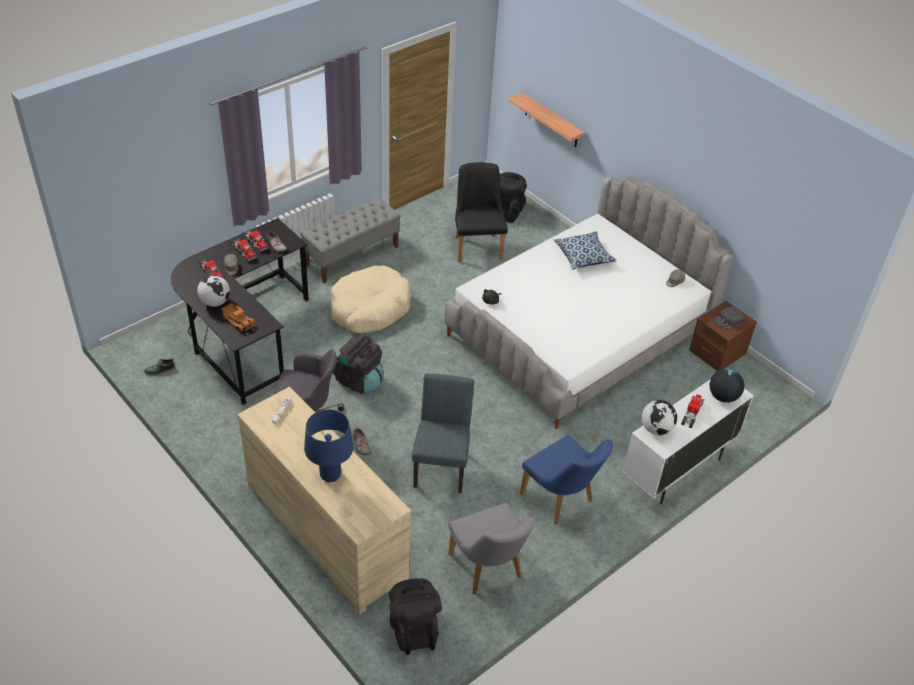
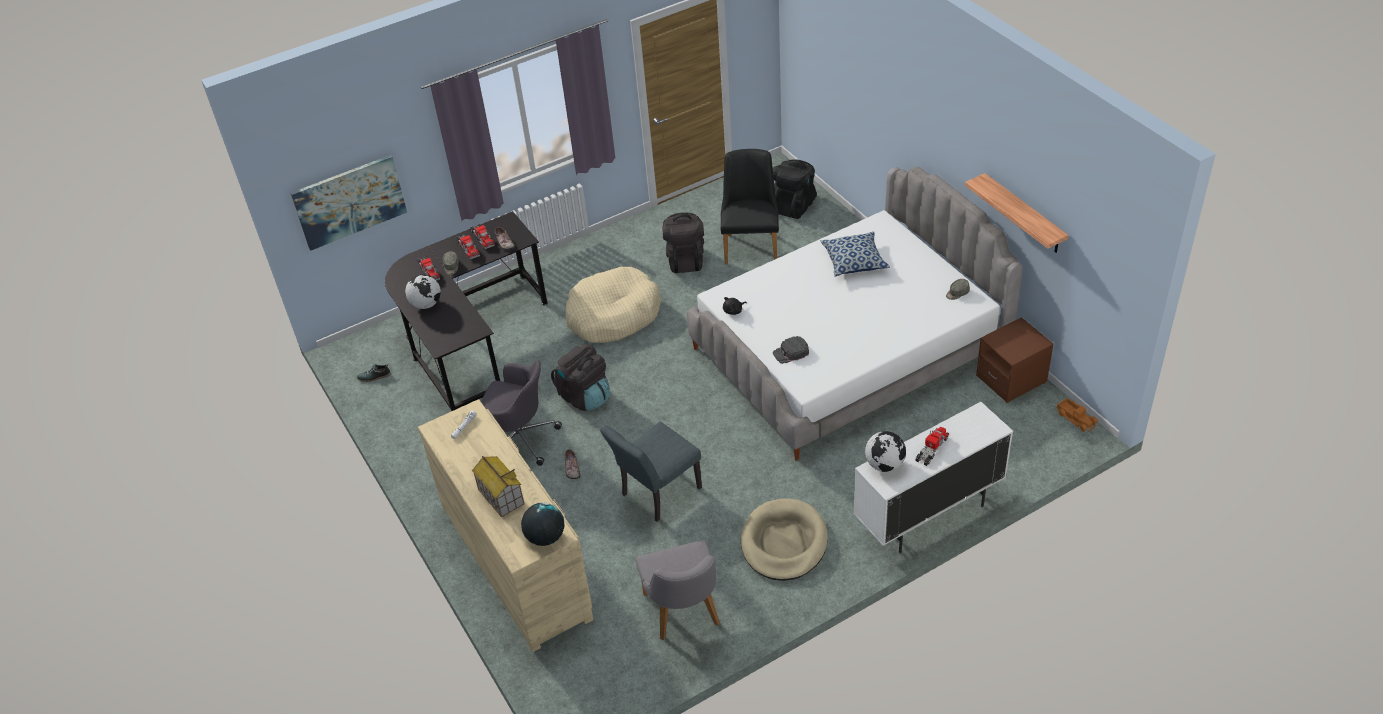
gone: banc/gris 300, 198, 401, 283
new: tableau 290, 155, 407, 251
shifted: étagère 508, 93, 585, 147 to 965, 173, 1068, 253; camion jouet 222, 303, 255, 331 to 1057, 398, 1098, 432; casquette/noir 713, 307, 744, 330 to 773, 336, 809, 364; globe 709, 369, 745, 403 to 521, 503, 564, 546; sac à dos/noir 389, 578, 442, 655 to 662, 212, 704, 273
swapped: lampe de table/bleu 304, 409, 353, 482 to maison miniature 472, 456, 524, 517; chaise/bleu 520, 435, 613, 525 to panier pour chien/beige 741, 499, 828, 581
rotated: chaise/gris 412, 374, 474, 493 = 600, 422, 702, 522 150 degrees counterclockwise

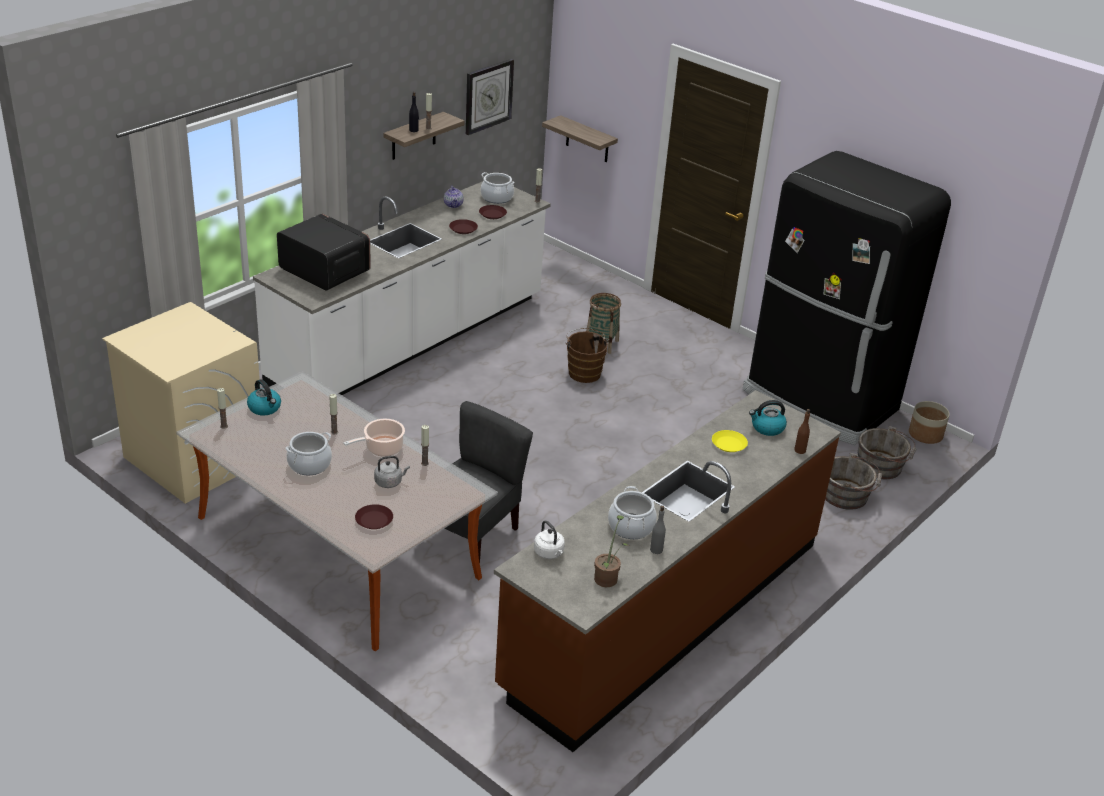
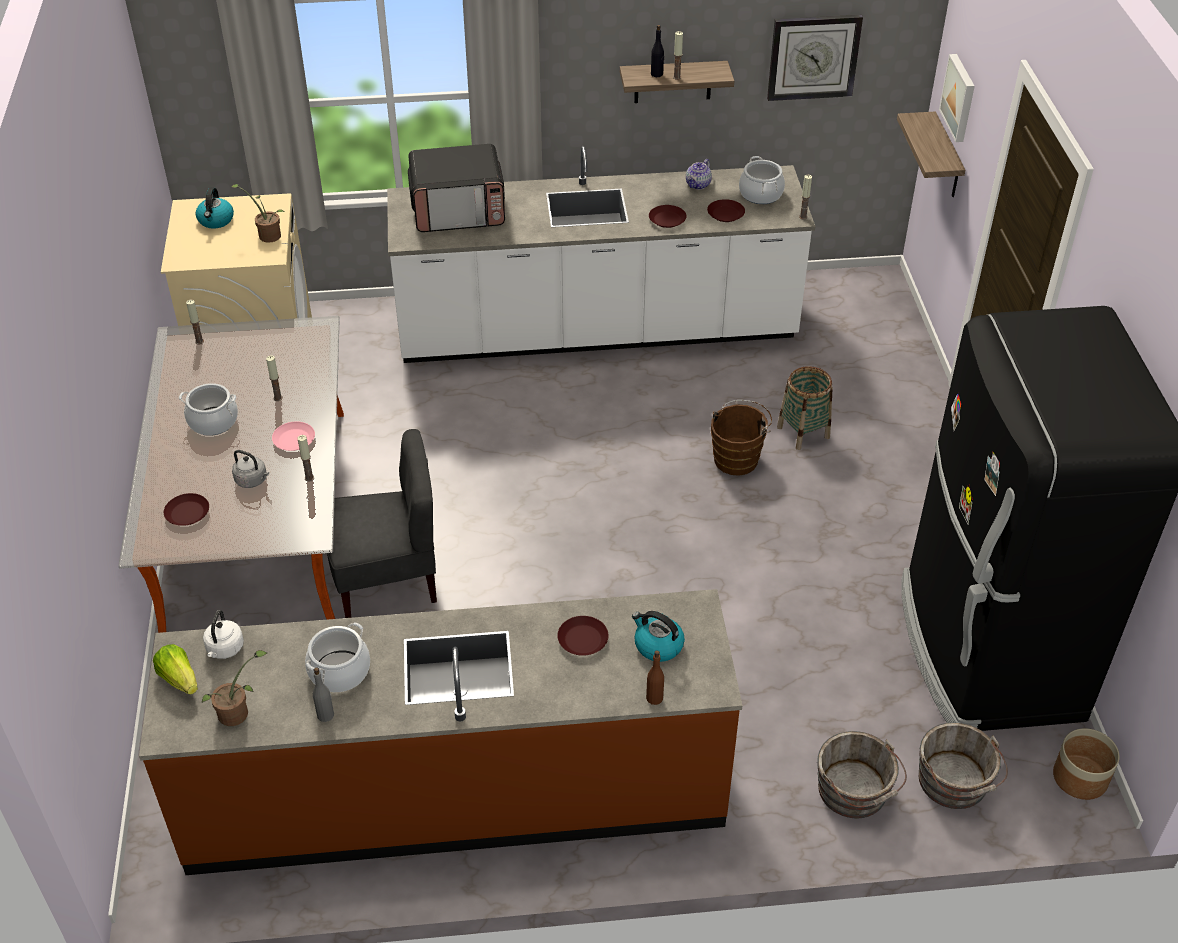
new: tableau 939, 54, 975, 142; plante en pot 232, 184, 284, 243; laitue 153, 644, 198, 695
shifted: bouilloire 247, 379, 281, 416 to 196, 187, 234, 229
swapped: marmite 343, 419, 405, 457 to assiette/rose 272, 421, 315, 451
repainted: assiette/jaune 712, 430, 748, 452 to assiette/marron 557, 616, 608, 656
rotated: micro-ondes 277, 214, 371, 291 = 408, 144, 505, 232 90 degrees clockwise

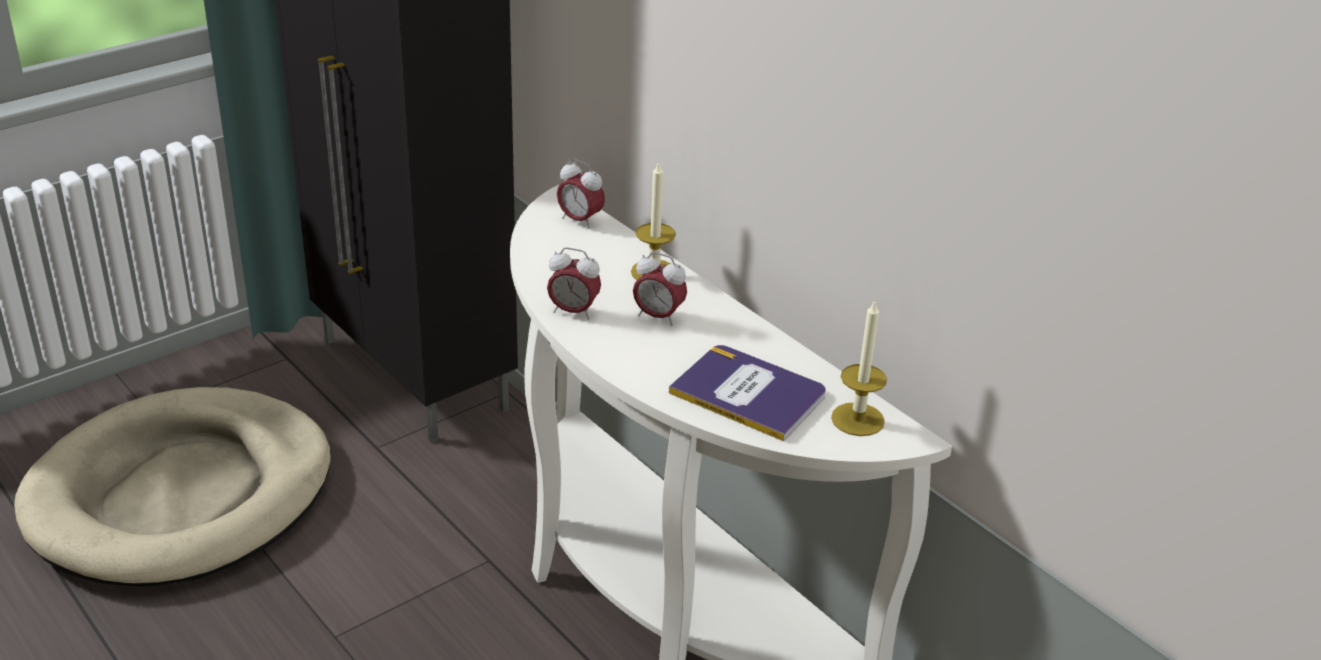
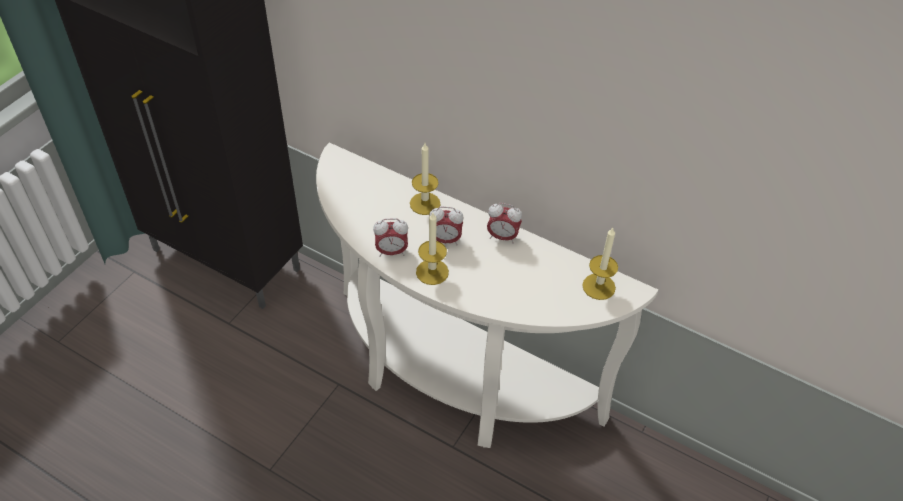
gone: livre 669, 345, 826, 441; panier pour chien/beige 14, 387, 331, 587
new: bougie 416, 213, 449, 285
shifted: réveil 557, 159, 605, 229 to 487, 203, 522, 244

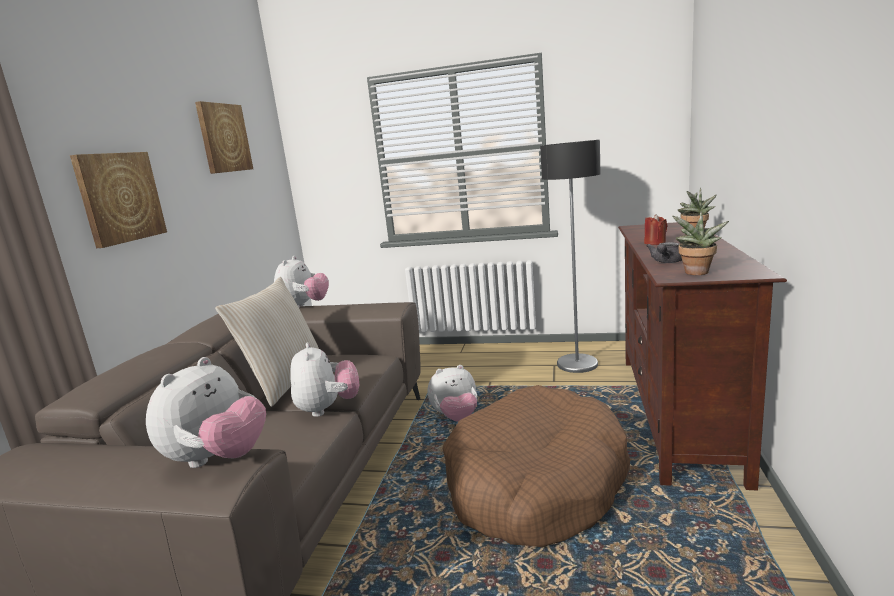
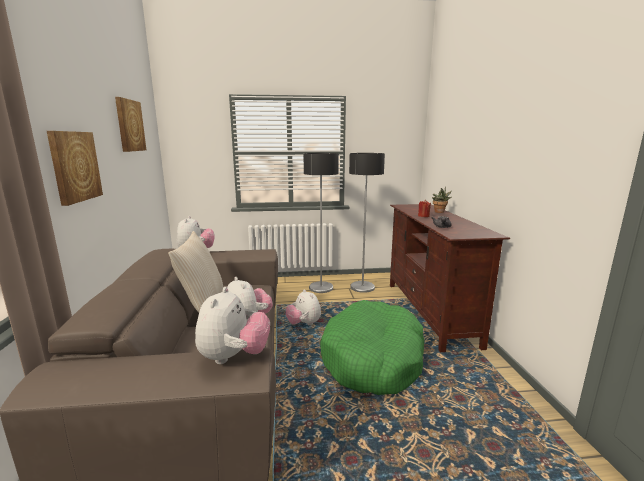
gone: plante en pot 672, 211, 729, 275
new: lampadaire 304, 153, 339, 293
repainted: panier pour chien/marron 443, 385, 630, 547 to panier pour chien/vert 320, 300, 424, 395
rotated: peluche 427, 365, 477, 422 = 285, 289, 321, 325 90 degrees clockwise

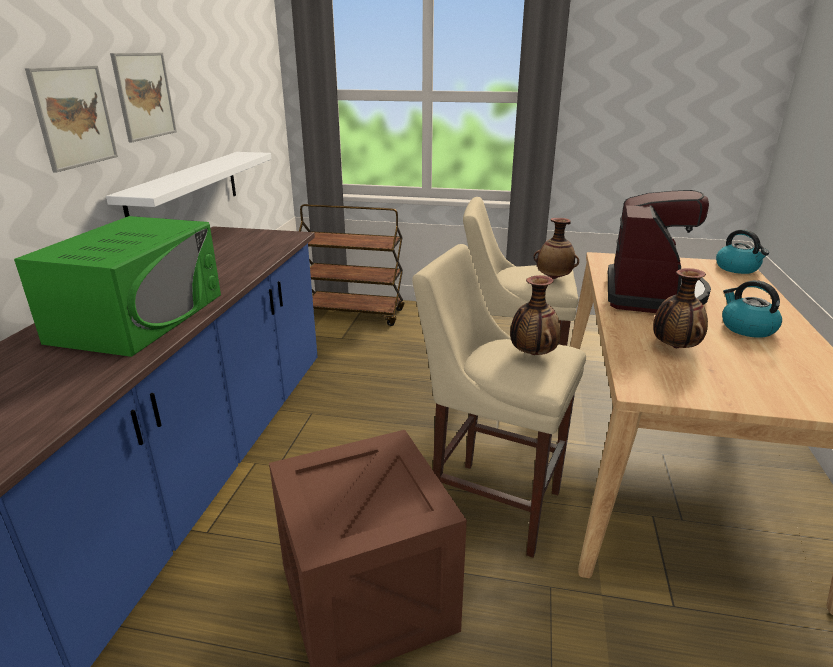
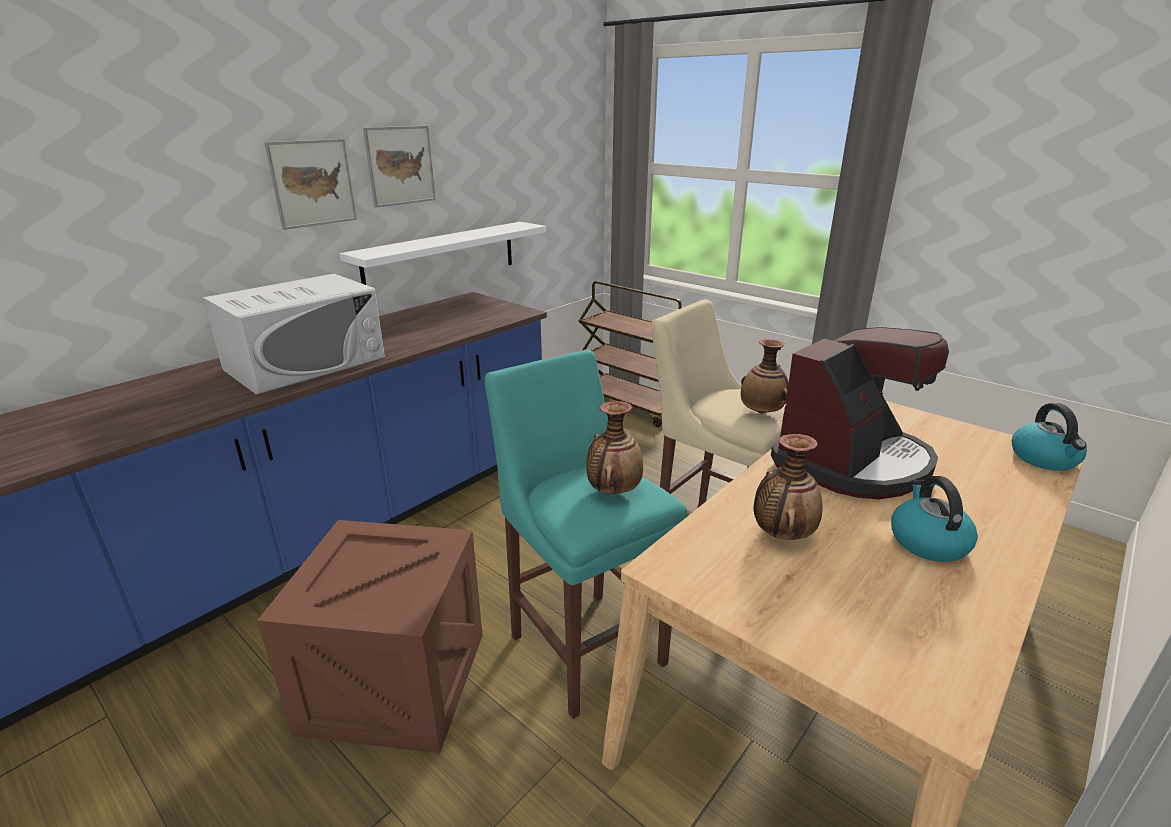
repainted: micro-ondes/vert 14, 216, 221, 357 to micro-ondes/blanc 203, 274, 385, 395; tabouret/beige 412, 244, 586, 558 to tabouret/turquoise 485, 350, 687, 719

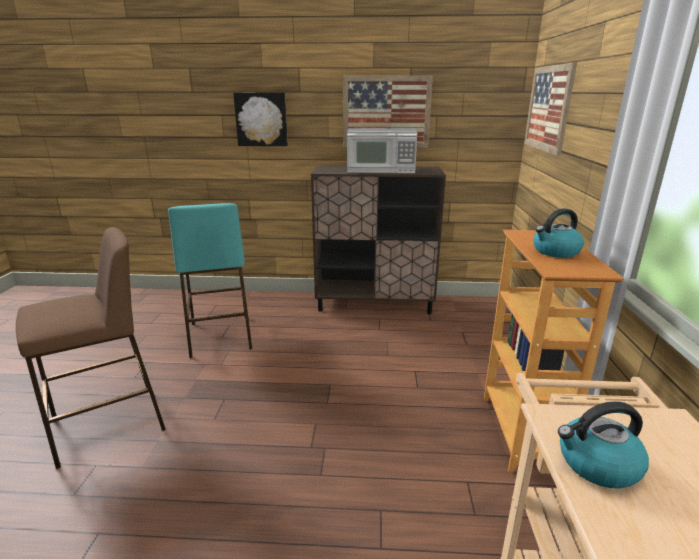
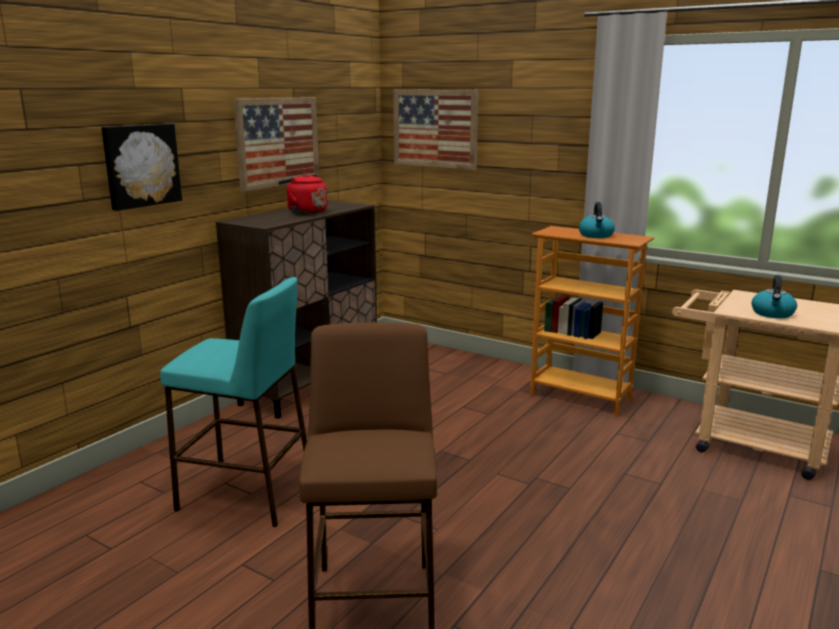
swapped: micro-ondes 347, 128, 417, 173 to bouilloire/rouge 278, 173, 327, 214

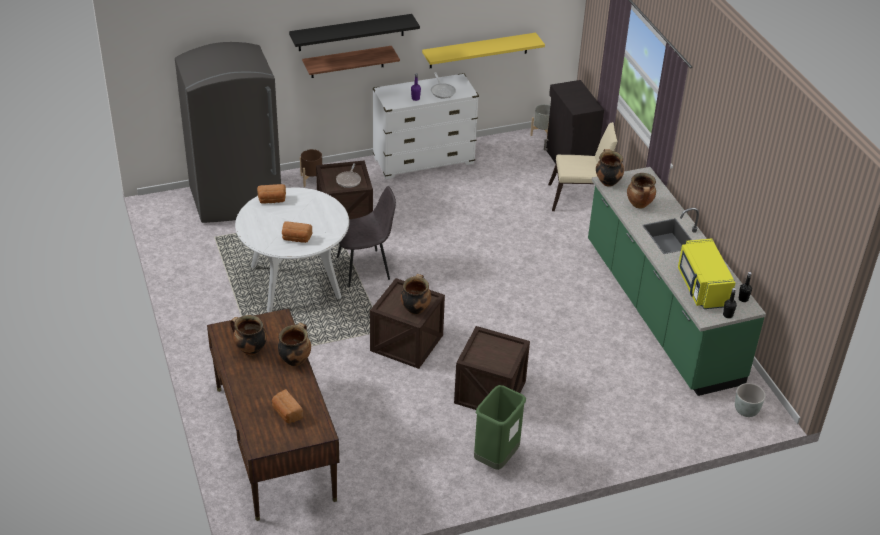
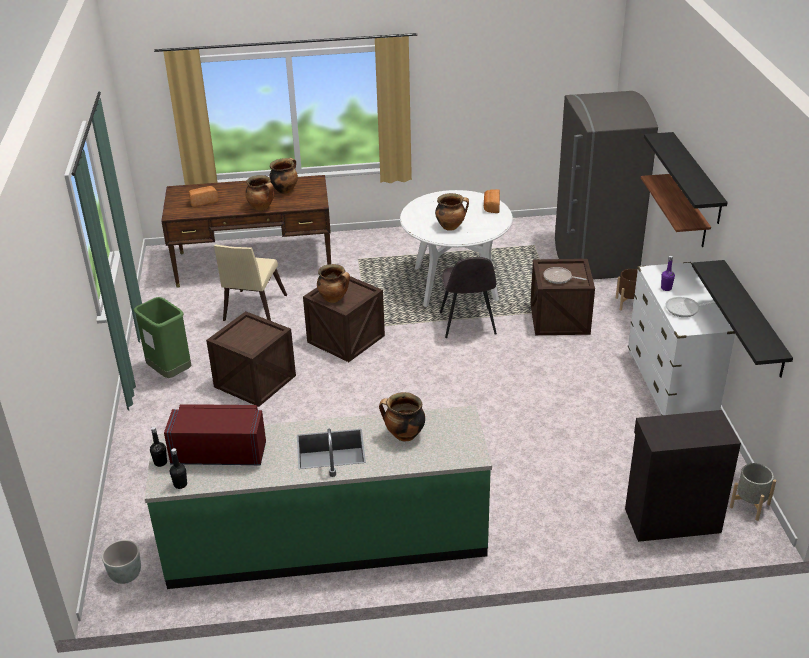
gone: pain 282, 221, 312, 243
shifted: chaise/beige 548, 122, 618, 211 to 214, 245, 287, 321; marmite 596, 149, 624, 187 to 435, 193, 469, 231
repainted: étagère/jaune 422, 33, 545, 68 to étagère/noir 692, 260, 793, 378; micro-ondes/jaune 678, 238, 736, 309 to micro-ondes/rouge 164, 404, 266, 466

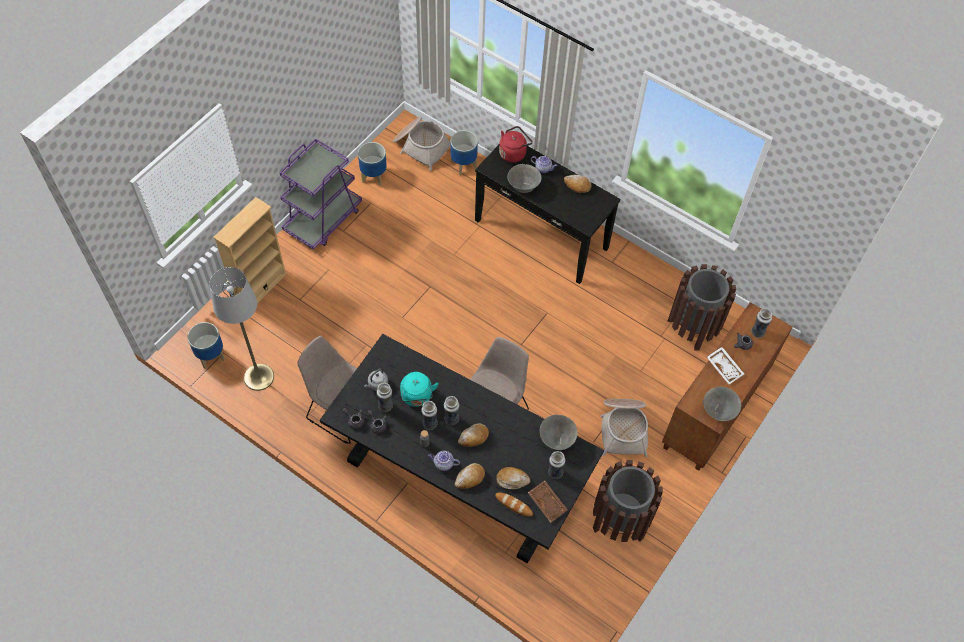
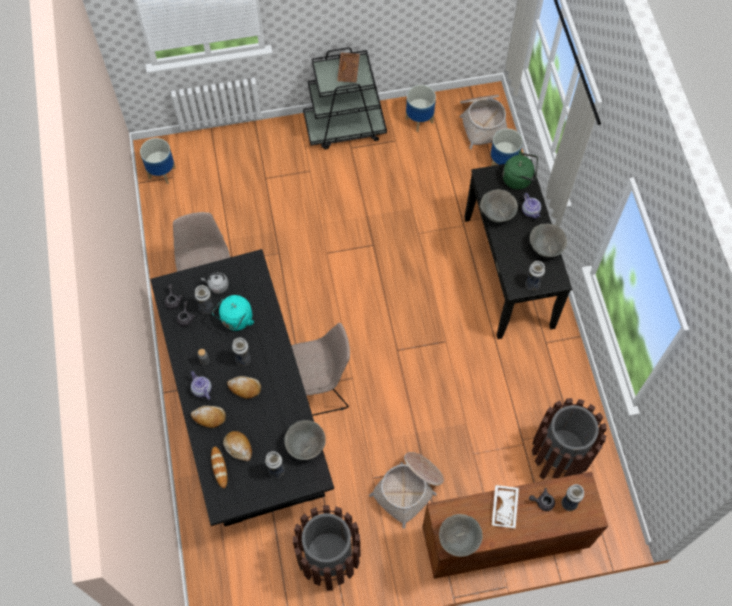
gone: bibliothèque/beige 213, 197, 287, 304; lampadaire/gris 209, 267, 274, 391
shifted: vase 421, 401, 438, 430 to 525, 261, 545, 291; plateau/marron 528, 480, 568, 523 to 337, 53, 360, 82
swapped: pain 564, 175, 592, 193 to bol/gris 530, 224, 567, 257
repainted: bouilloire/rouge 499, 126, 533, 163 to bouilloire/vert 503, 151, 538, 190; chariot/violet 280, 138, 362, 250 to chariot/noir 303, 47, 387, 150

